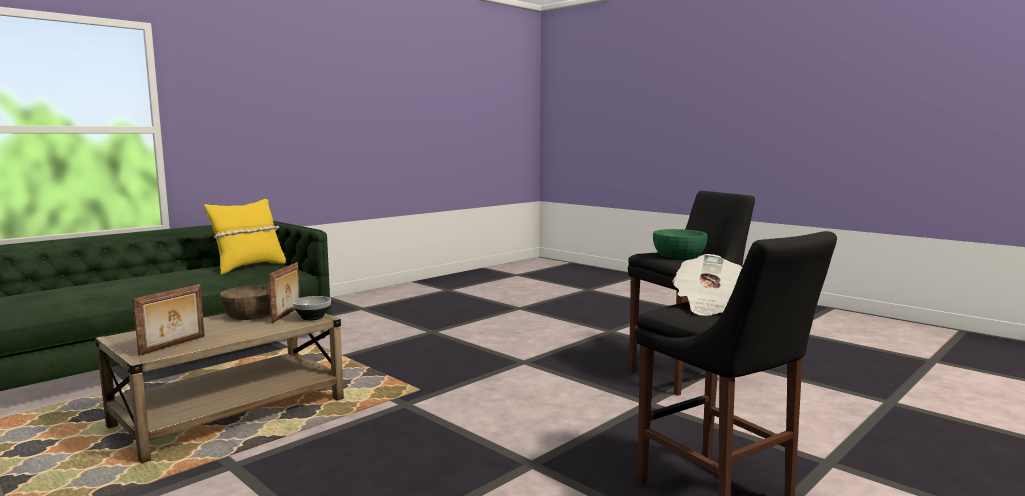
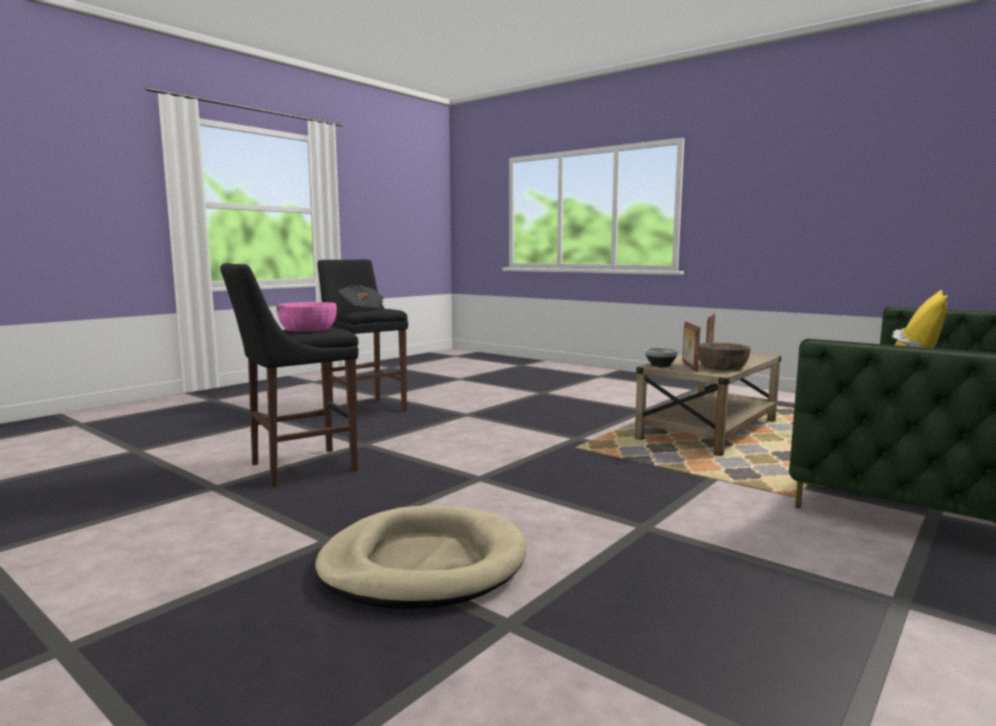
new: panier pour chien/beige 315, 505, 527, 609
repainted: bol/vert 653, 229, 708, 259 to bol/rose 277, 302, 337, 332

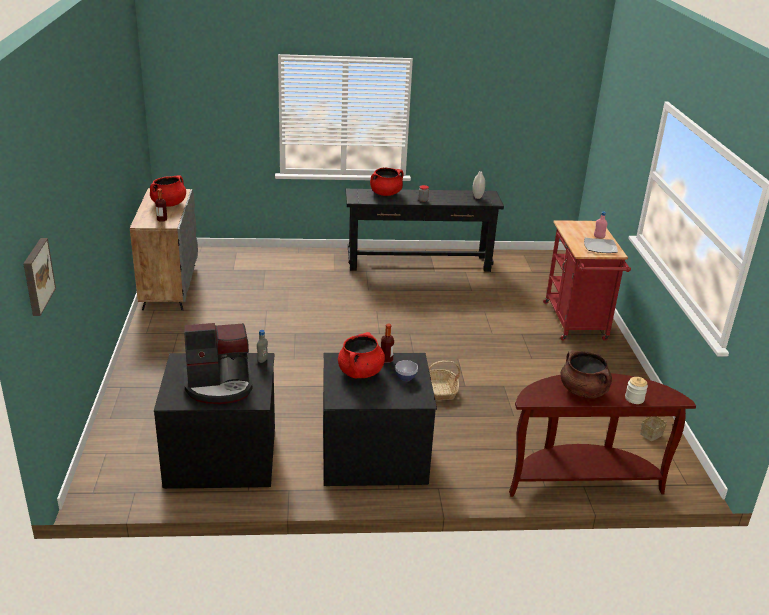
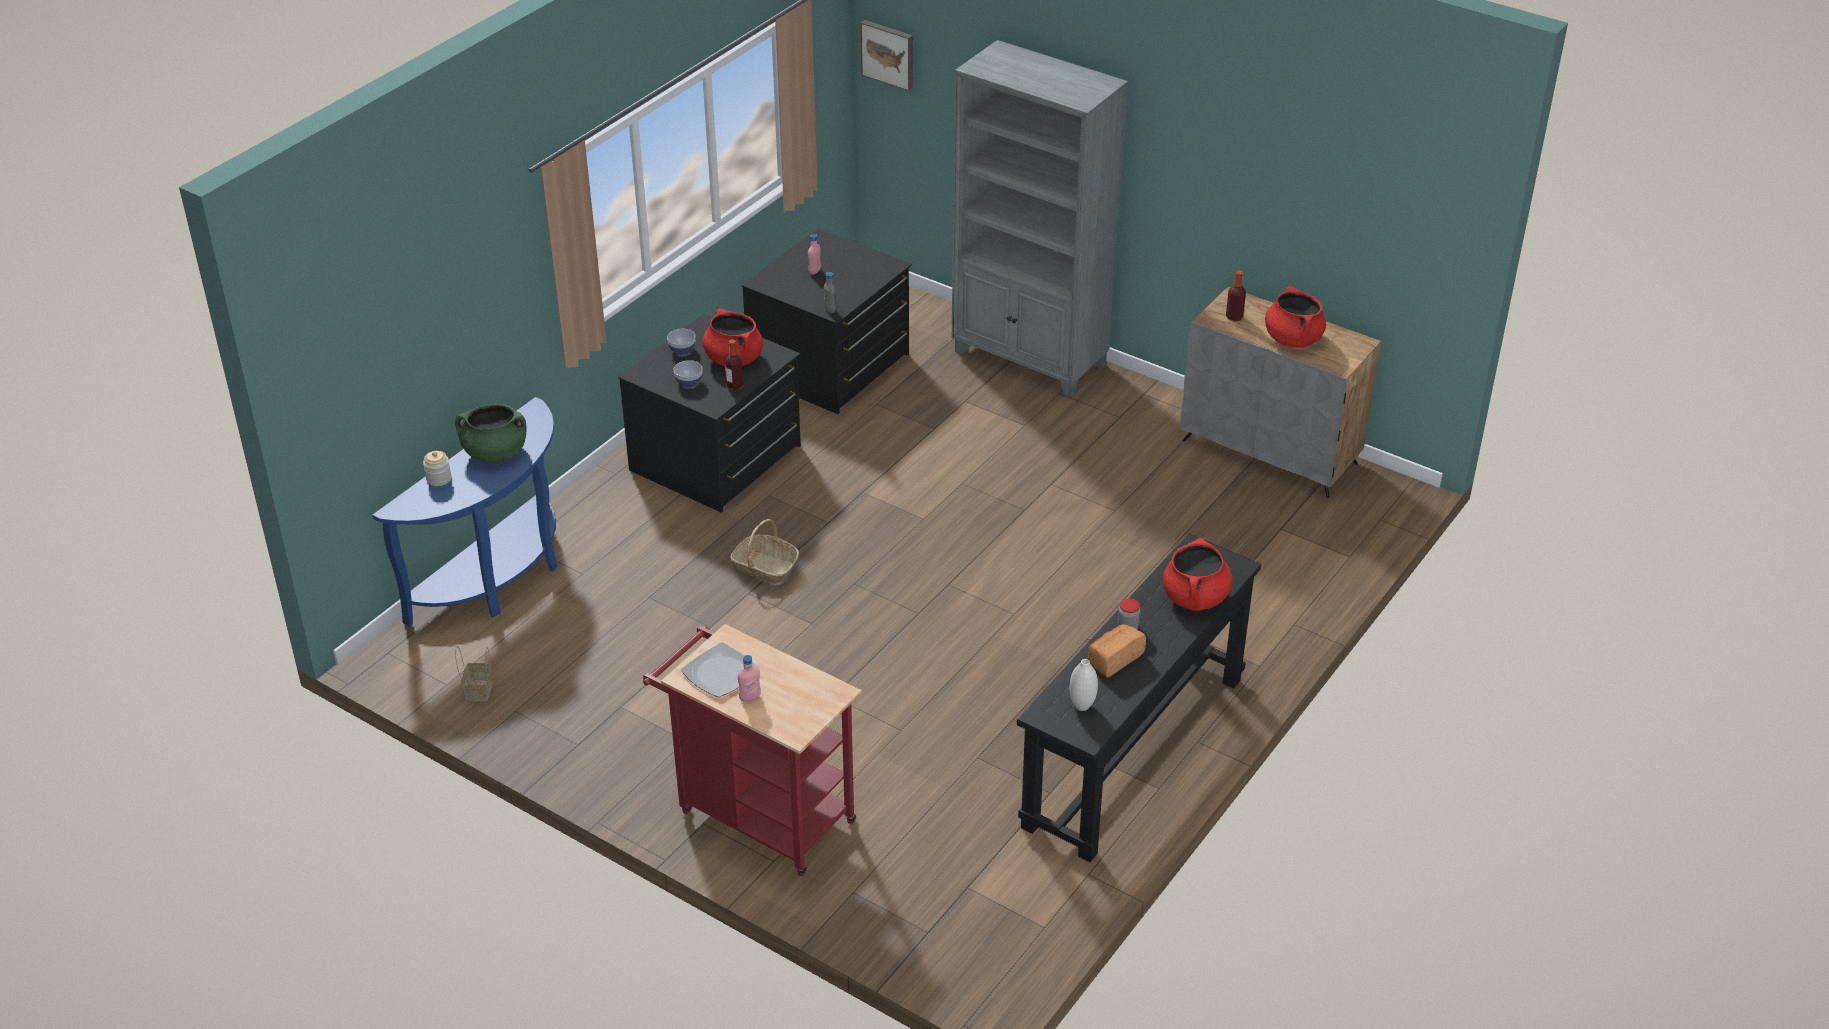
new: bibliothèque/gris 952, 40, 1128, 397; bol 667, 329, 696, 355; pain 1088, 624, 1146, 678
swapped: machine à café 184, 323, 252, 404 to bouteille/rose 808, 234, 821, 275
repainted: marmite/marron 560, 351, 612, 398 to marmite/vert 455, 404, 526, 463; table console/marron 509, 373, 696, 497 to table console/bleu 372, 397, 557, 627

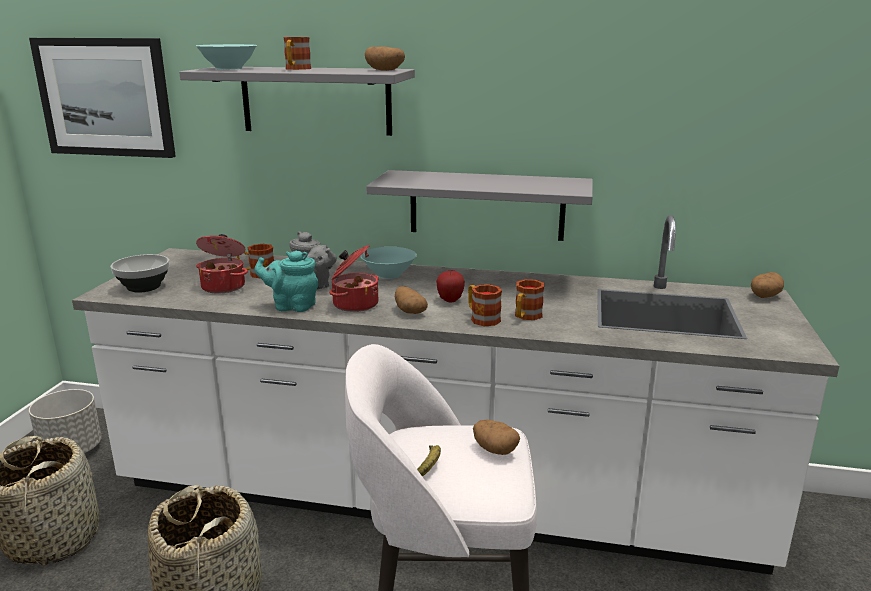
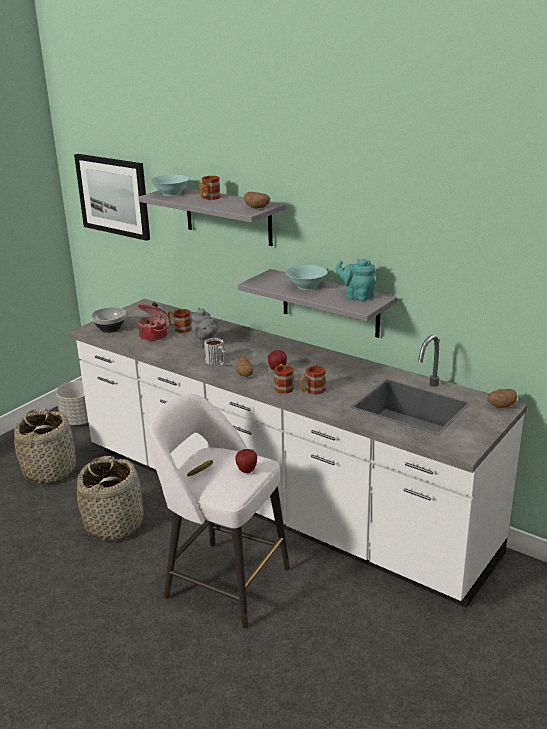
shifted: bol/turquoise 361, 247, 417, 279 to 286, 265, 328, 290; théière/turquoise 255, 251, 318, 312 to 336, 259, 376, 301
swapped: marmite 329, 245, 379, 312 to mug 204, 338, 226, 365; pomme de terre 473, 419, 520, 455 to pomme 235, 449, 257, 473

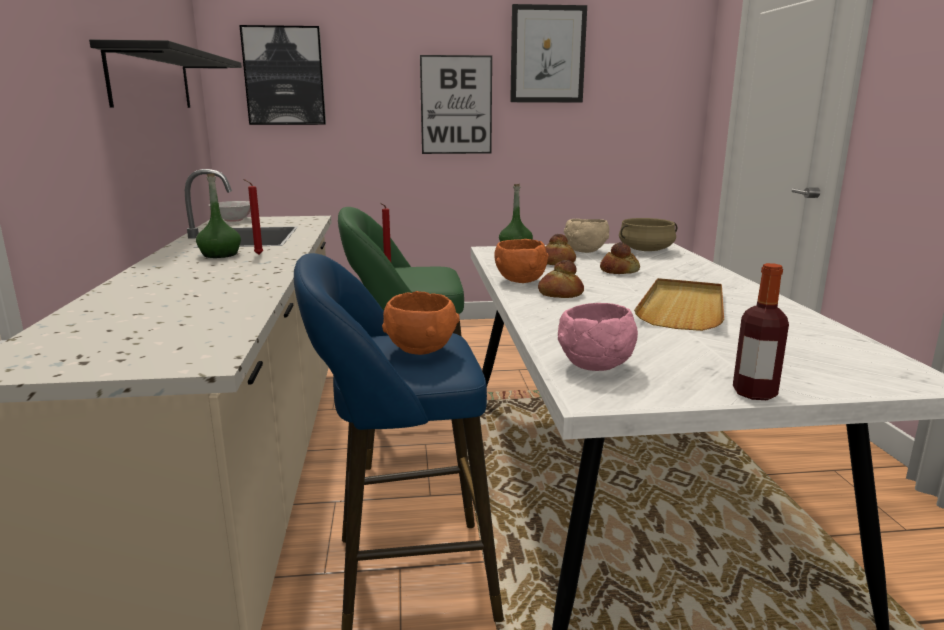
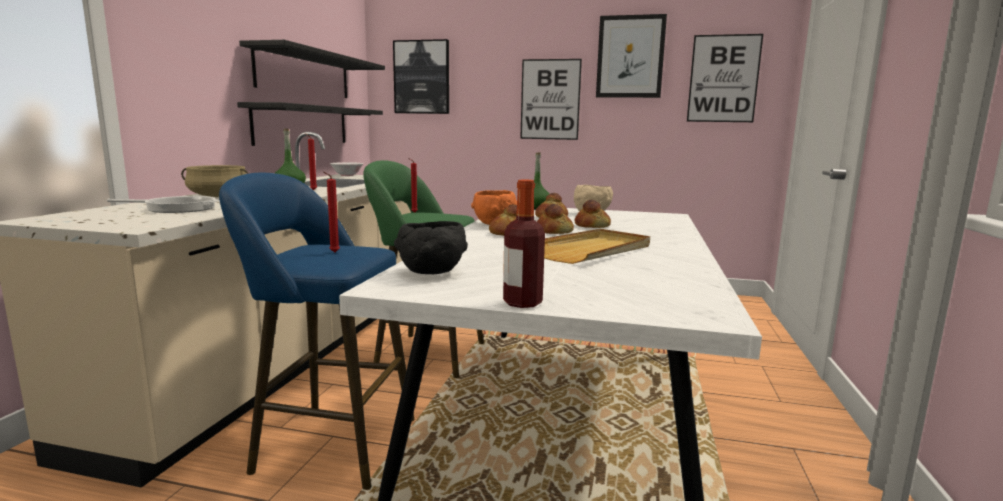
new: tableau 687, 34, 763, 122; étagère/noir 237, 102, 383, 146; poêle 107, 196, 219, 213; pain 537, 204, 574, 234
shifted: marmite/beige 619, 218, 677, 251 to 181, 165, 249, 197
swapped: bol/orange 382, 291, 460, 355 to bougie/rouge 324, 172, 340, 252
repainted: bol/rose 558, 303, 638, 371 to bol/noir 394, 221, 468, 274

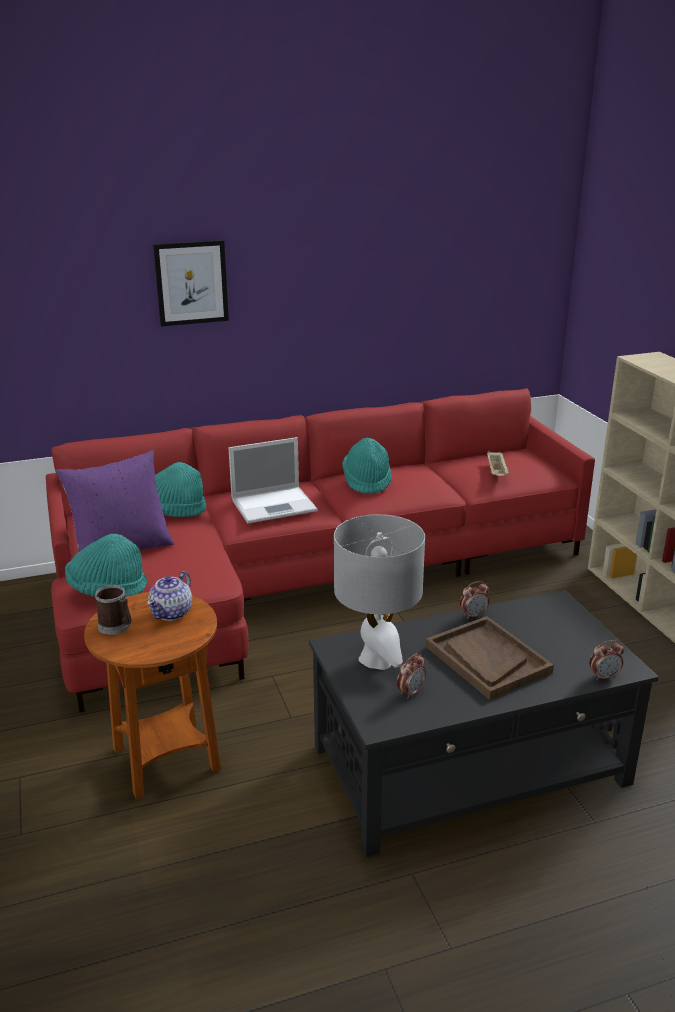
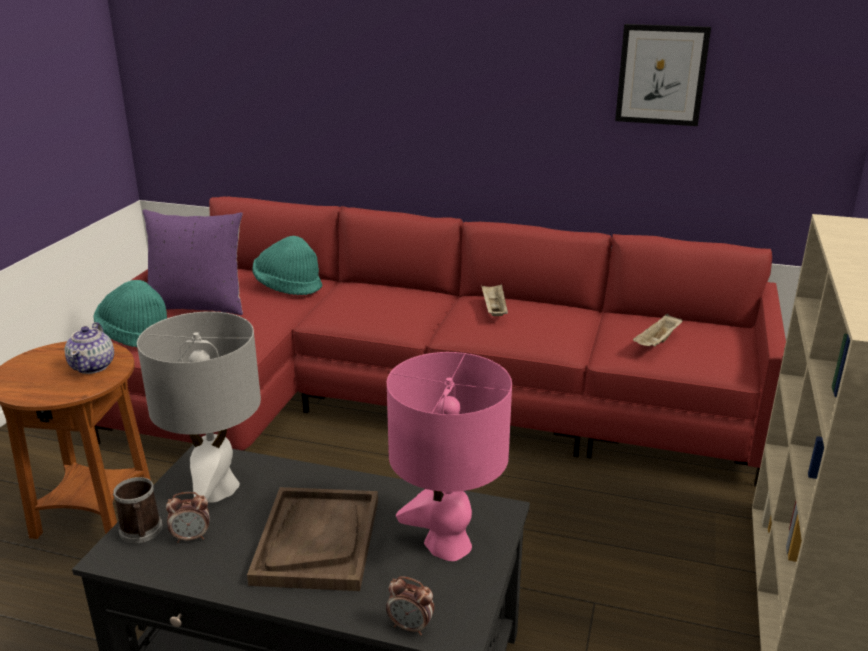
gone: ordinateur portable 228, 437, 317, 523; réveil 460, 581, 489, 619
new: lampe de table/rose 387, 352, 512, 561
shifted: tableau 153, 240, 229, 326 to 615, 24, 711, 126; mug 94, 585, 132, 635 to 113, 477, 163, 543
swapped: chapeau/turquoise 342, 438, 392, 494 to plateau/beige 481, 284, 508, 316
rotated: théière 147, 571, 192, 621 = 64, 322, 114, 374 60 degrees counterclockwise

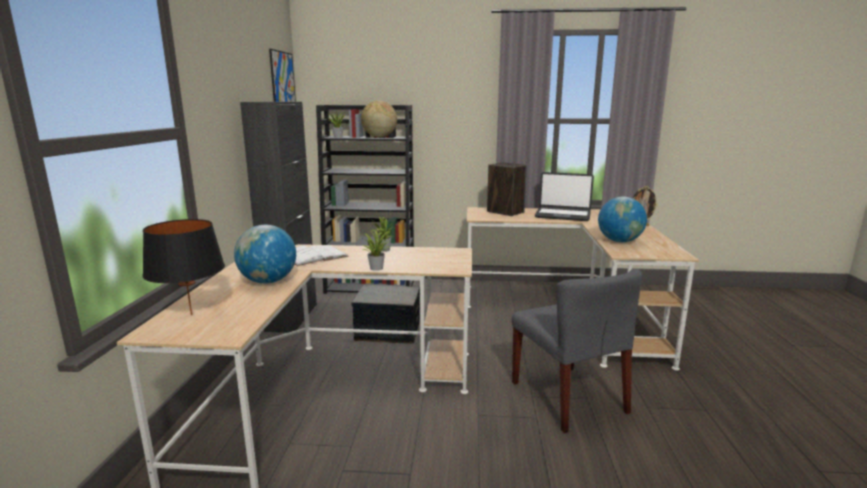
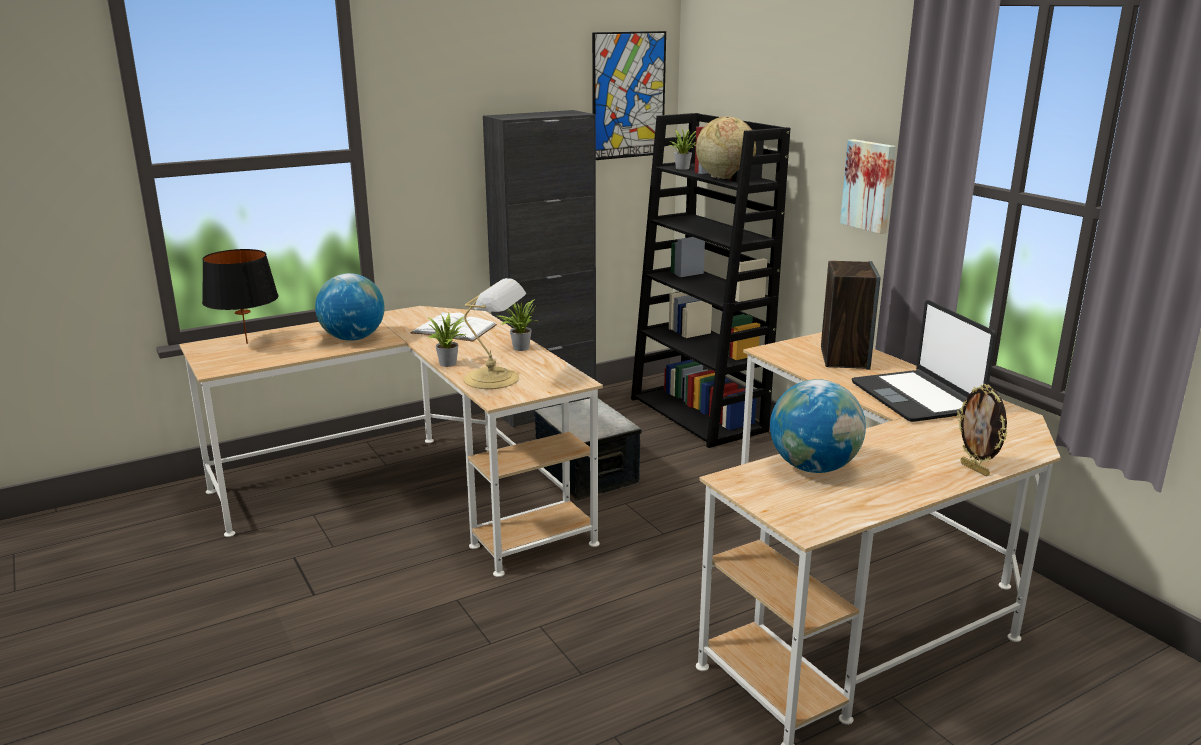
gone: chaise/gris 512, 269, 642, 433
new: tableau 840, 139, 896, 234; lampe de table 464, 278, 526, 389

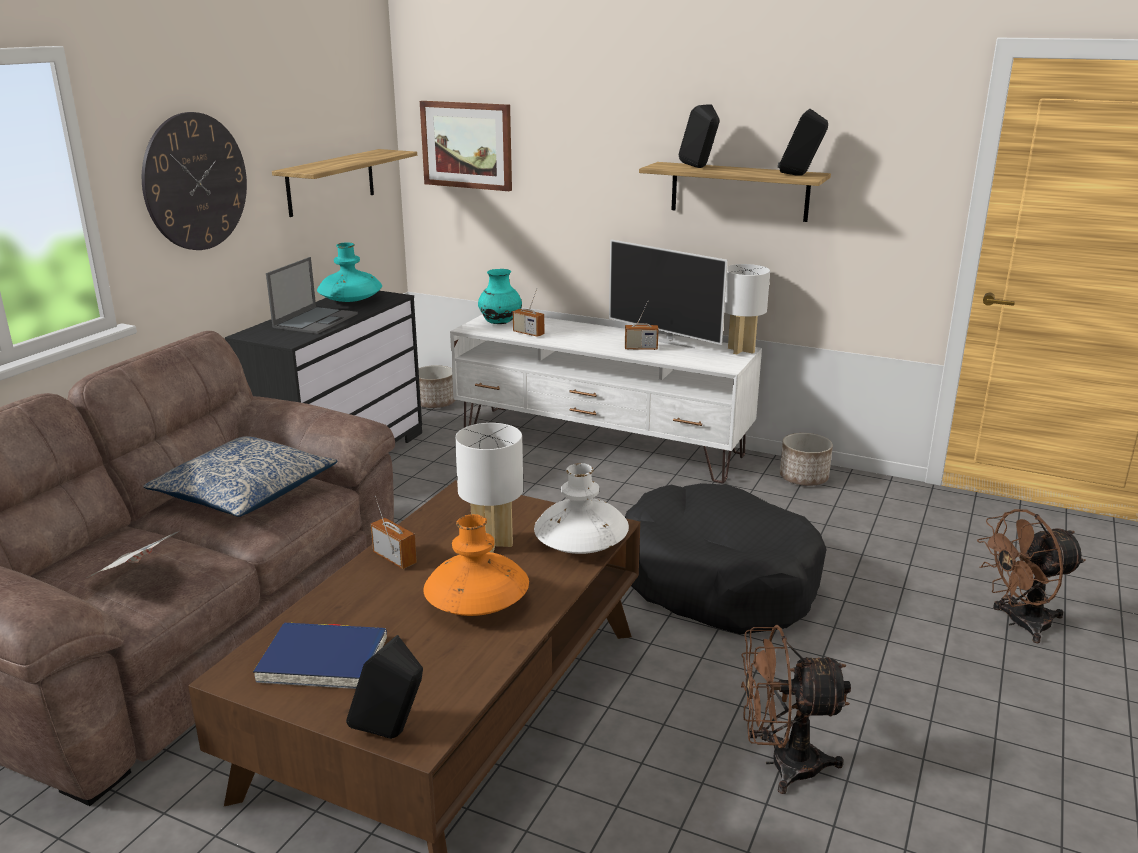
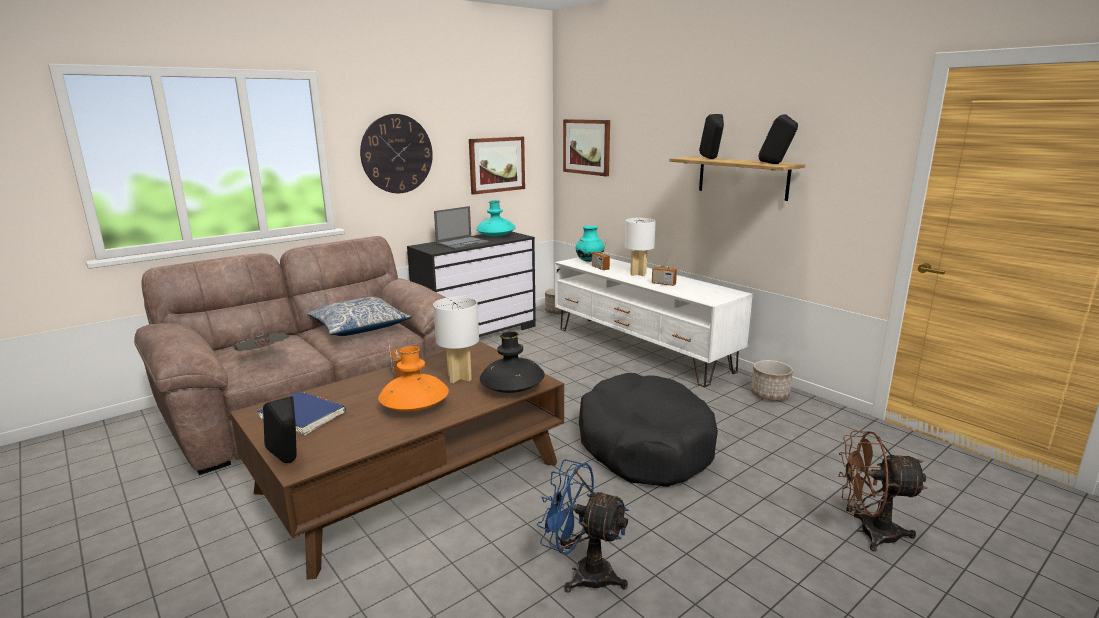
gone: téléviseur 609, 239, 728, 348
shifted: lampe de table/blanc 724, 264, 770, 354 to 625, 218, 656, 276
swapped: étagère 272, 149, 417, 217 to tableau 469, 137, 525, 195
repainted: vase/blanc 534, 463, 629, 554 to vase/noir 480, 331, 545, 393; ventilateur/marron 741, 625, 851, 794 to ventilateur/bleu 537, 459, 629, 593

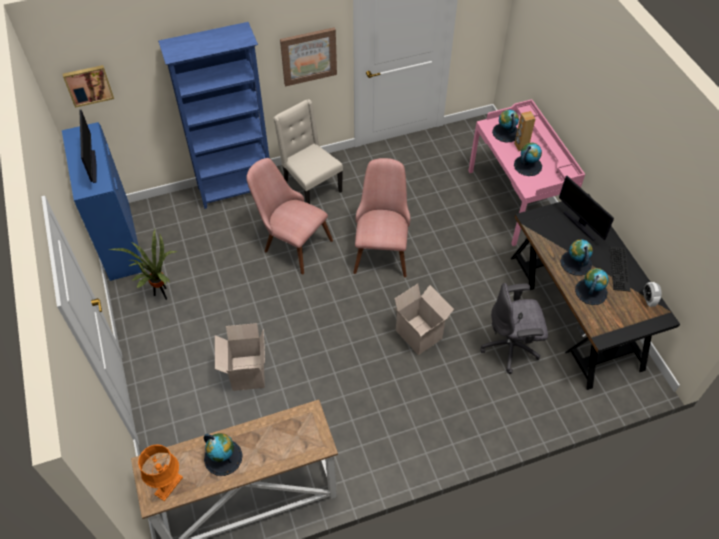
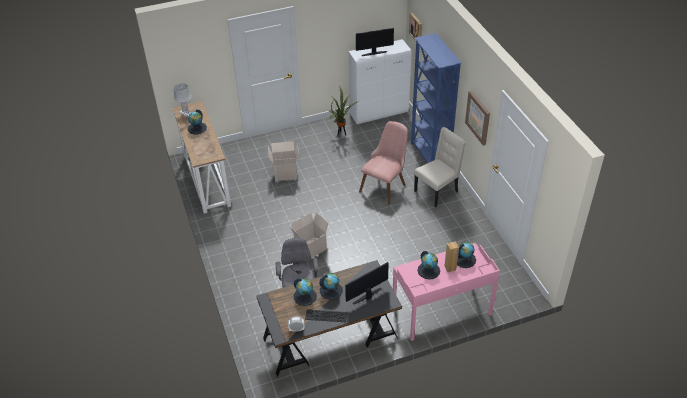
gone: chaise/rose 353, 158, 410, 277
repainted: meuble de rangement/bleu 62, 122, 144, 281 to meuble de rangement/blanc 349, 39, 411, 124; lampe de table/orange 138, 444, 183, 501 to lampe de table/gris 173, 83, 192, 117

